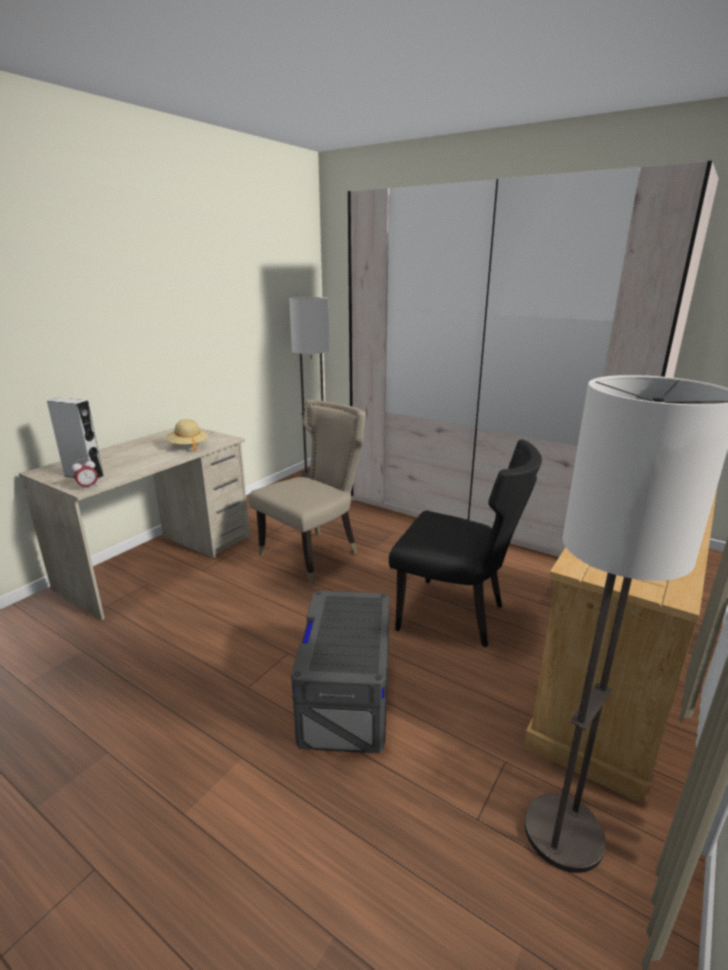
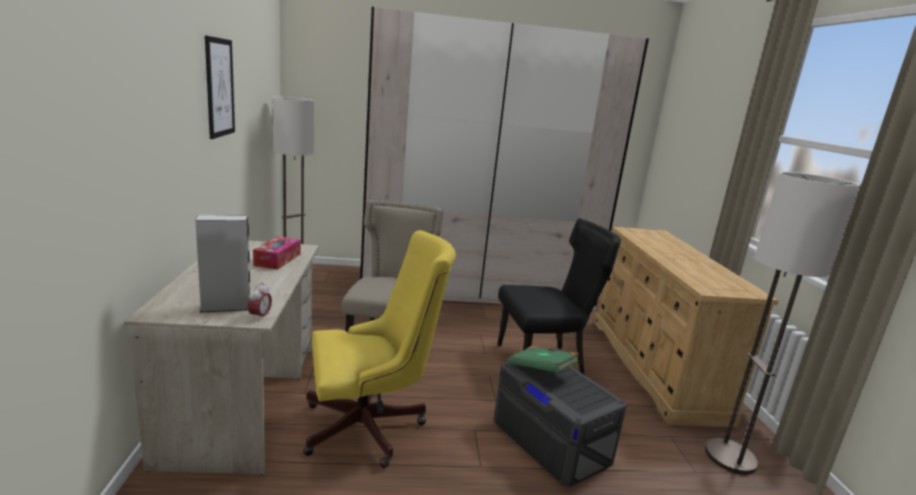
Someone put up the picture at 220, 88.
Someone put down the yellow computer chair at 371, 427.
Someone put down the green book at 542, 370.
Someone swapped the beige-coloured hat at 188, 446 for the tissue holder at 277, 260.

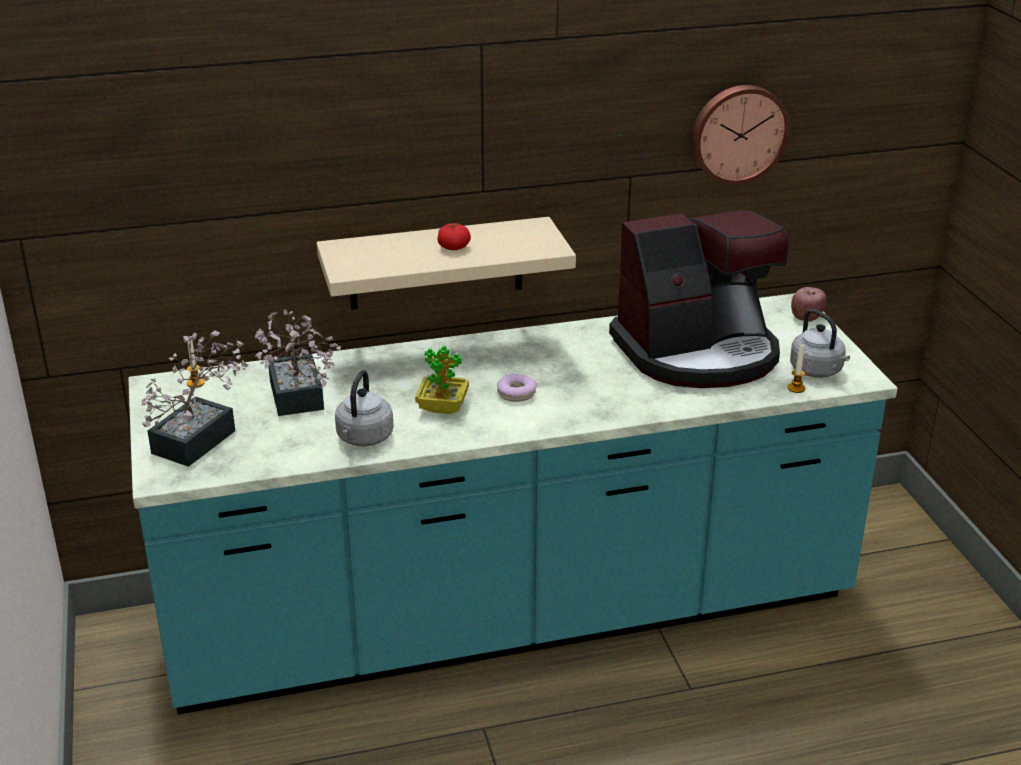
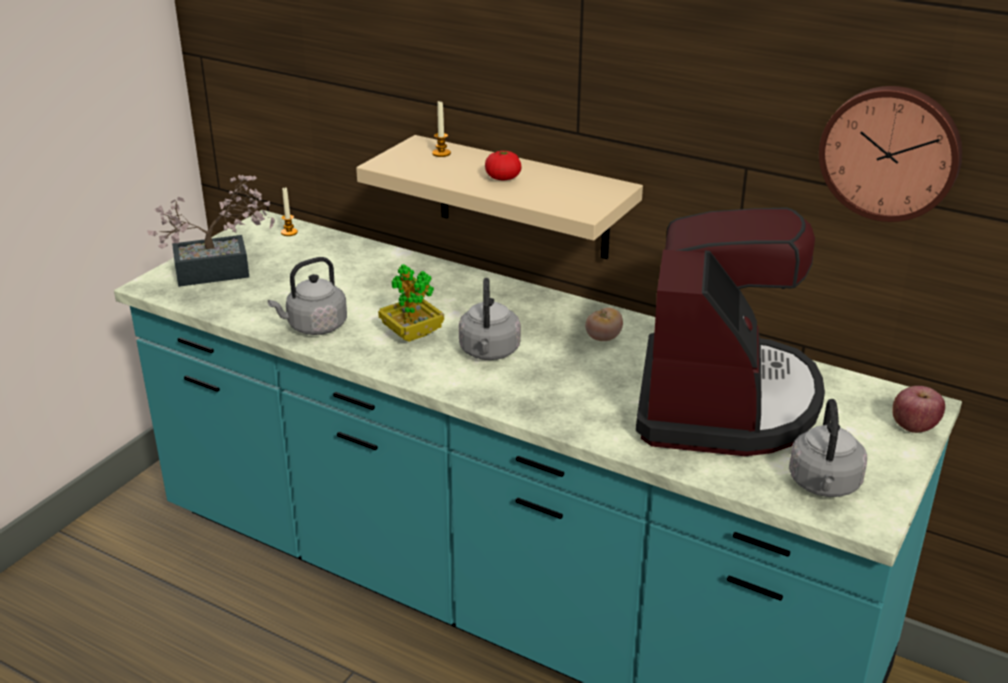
Someone took away the potted plant at 296, 400.
Someone put down the fresh tomato at 603, 338.
Someone carried the wax light from 796, 388 to 441, 153.
Someone swapped the ring doughnut at 516, 393 for the greyish water kettle at 489, 352.
Someone rotated the coffee maker at 698, 352 by 105 degrees counterclockwise.

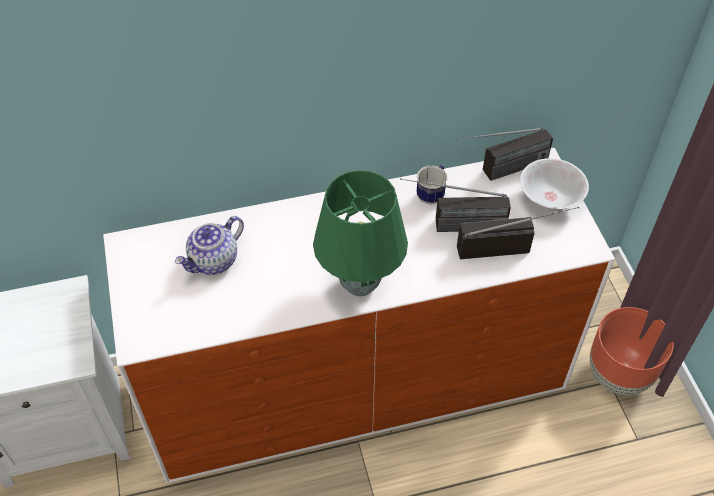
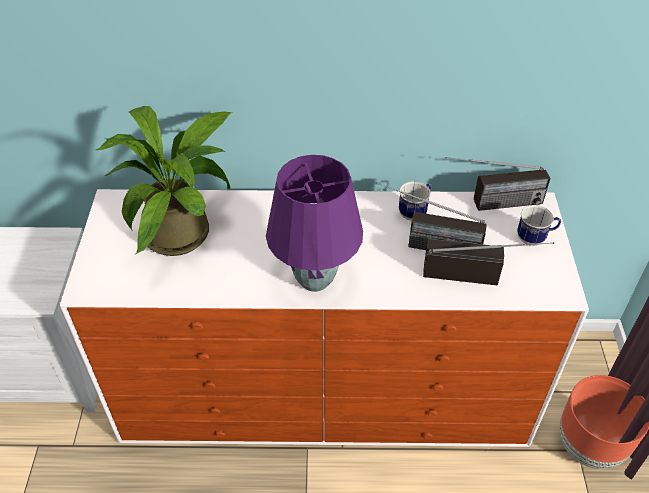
Someone swapped the teapot at 214, 261 for the potted plant at 185, 231.
Someone swapped the whitish serving bowl at 550, 199 for the tea mug at 535, 239.
Someone repainted the green tabletop lamp at 361, 284, which became the purplish tabletop lamp at 316, 280.

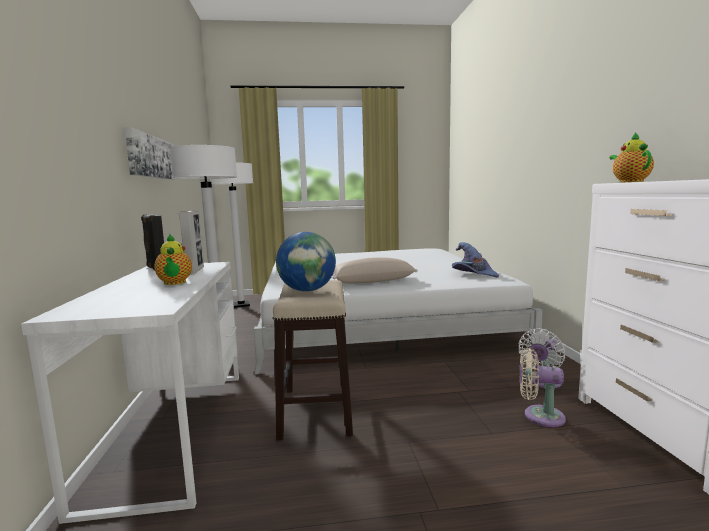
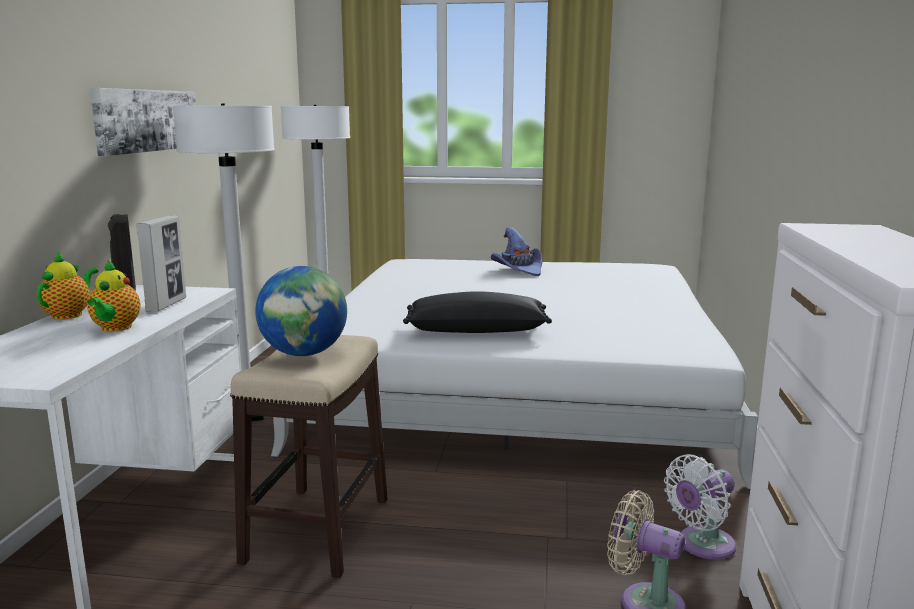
Someone carried the purplish hat from 473, 274 to 518, 269.
Someone carried the teapot from 629, 182 to 69, 315.
Someone repainted the beige-coloured throw pillow at 371, 281, which became the blackish throw pillow at 476, 330.

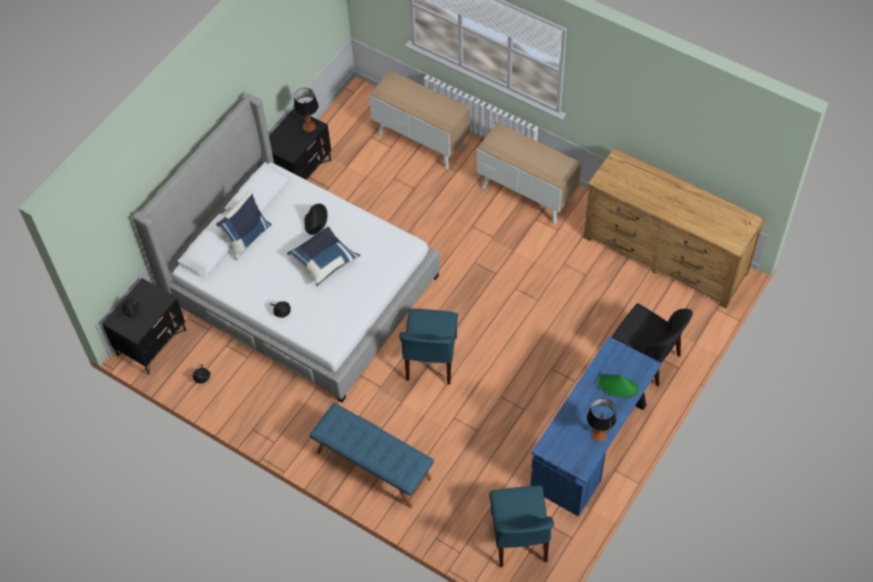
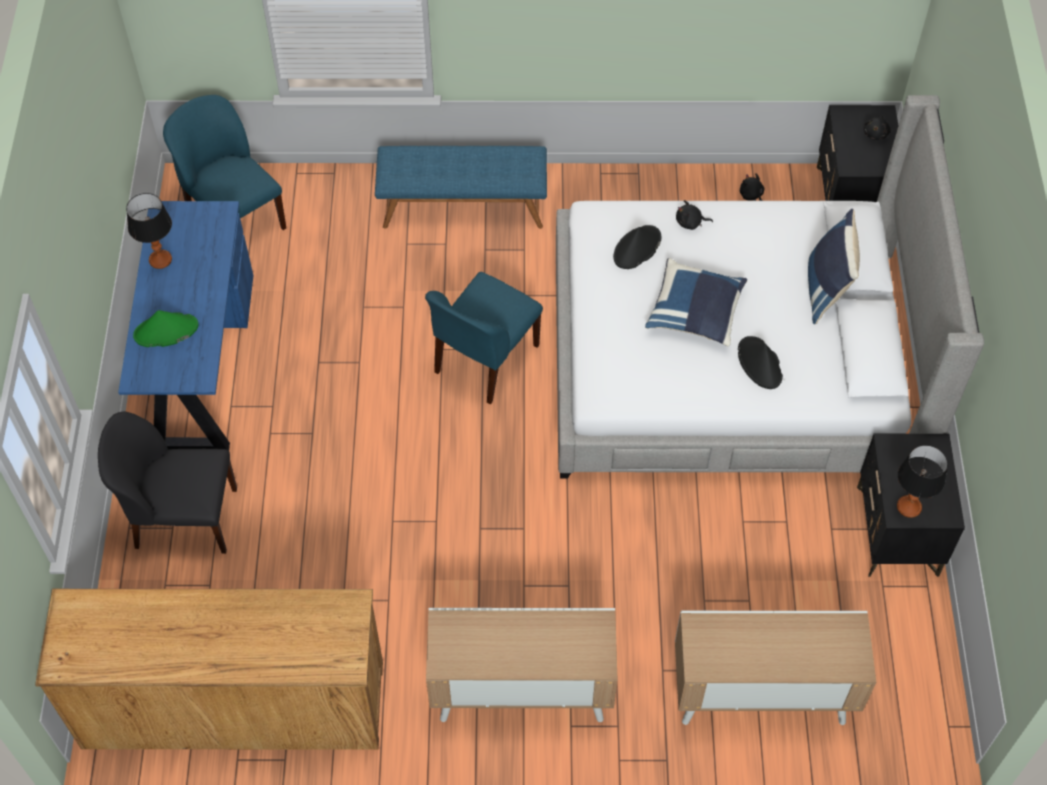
Someone put down the blackish hat at 637, 248.
Someone rotated the blue-coloured upright chair at 431, 360 by 120 degrees counterclockwise.

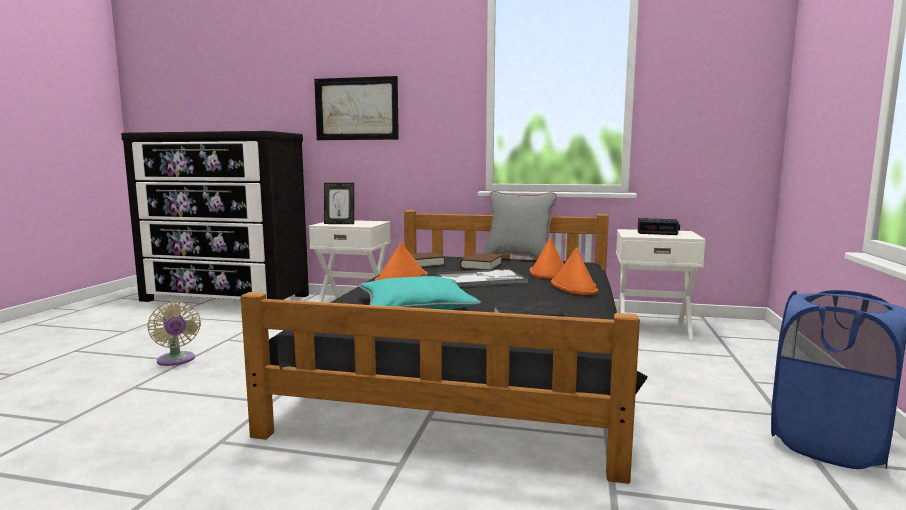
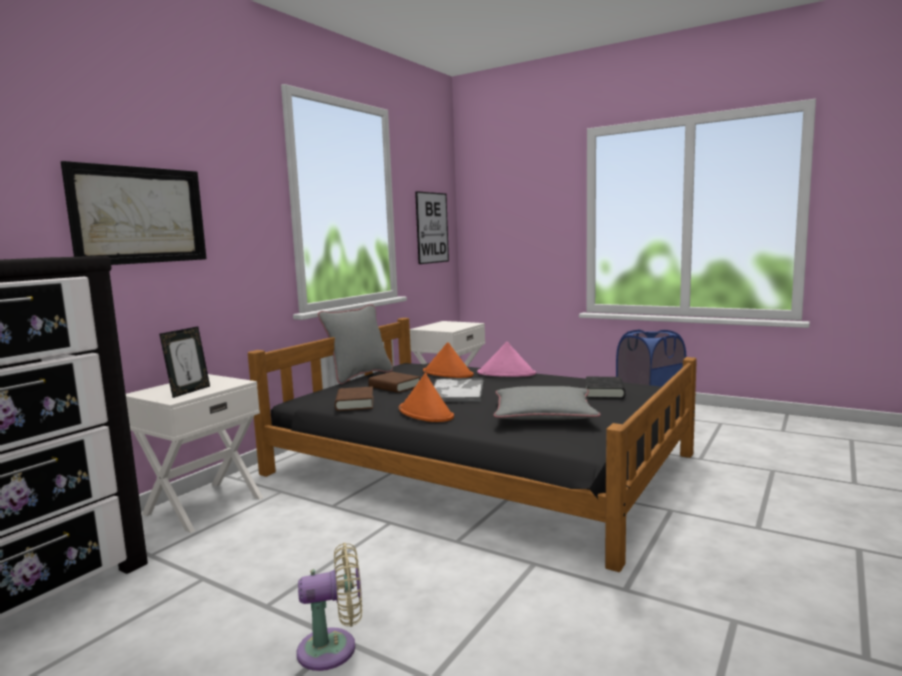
Someone took away the alarm clock at 657, 232.
Someone put up the picture at 432, 228.
Someone repainted the turquoise throw pillow at 416, 306, which became the greyish throw pillow at 544, 414.
Someone repainted the orange hat at 574, 287, which became the pink hat at 506, 374.

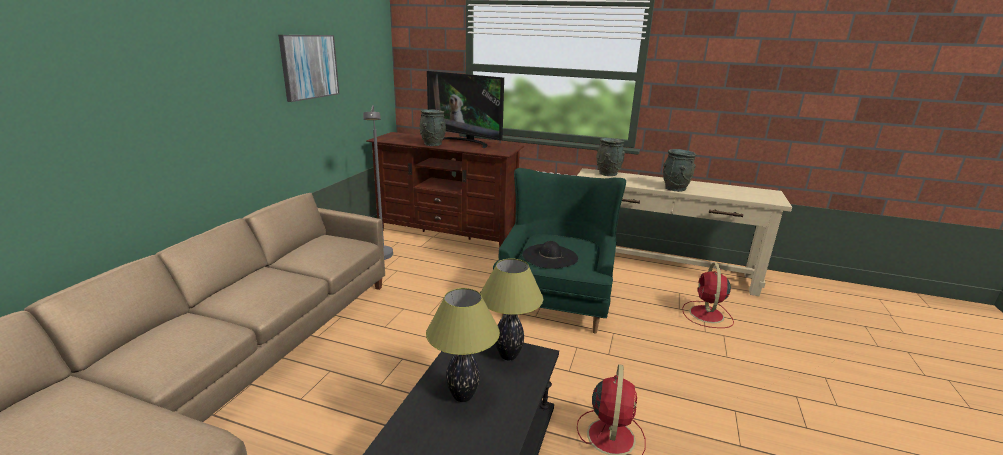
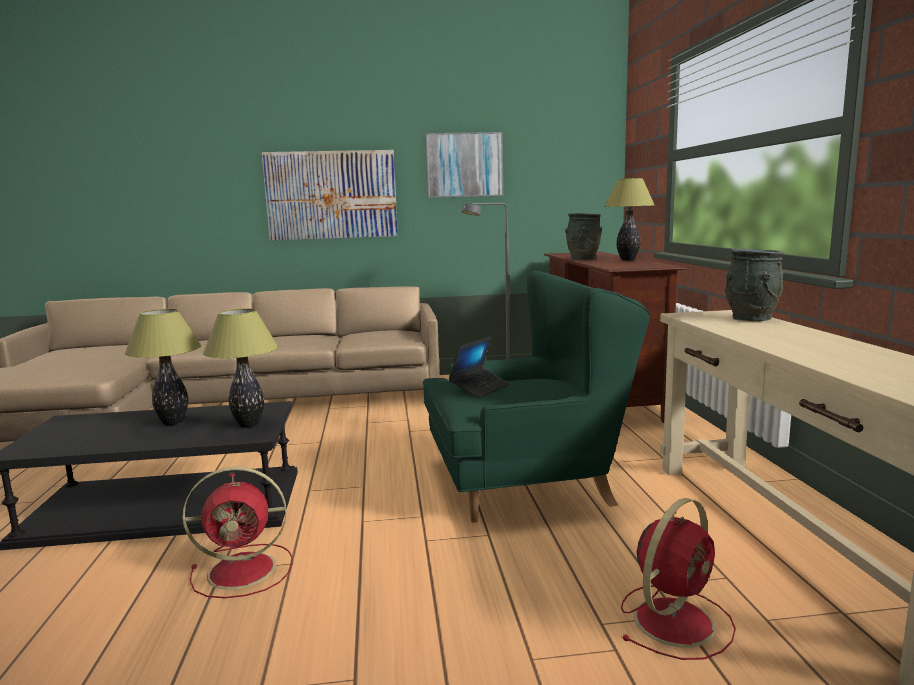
Someone took away the greyish flower vase at 675, 188.
Someone put up the picture at 331, 195.
Someone swapped the television at 466, 142 for the tabletop lamp at 628, 260.
Someone swapped the blackish hat at 549, 256 for the laptop at 480, 388.
Someone rotated the reddish cooling fan at 706, 315 by 150 degrees clockwise.

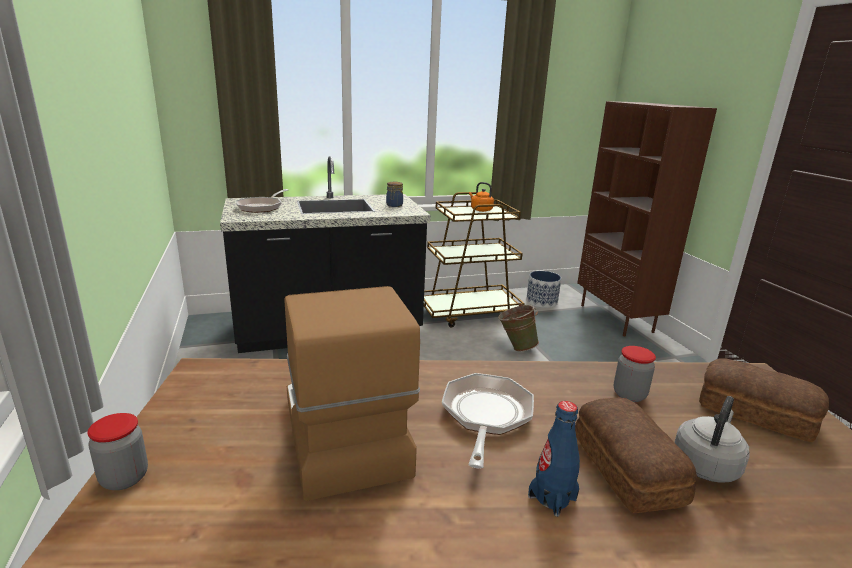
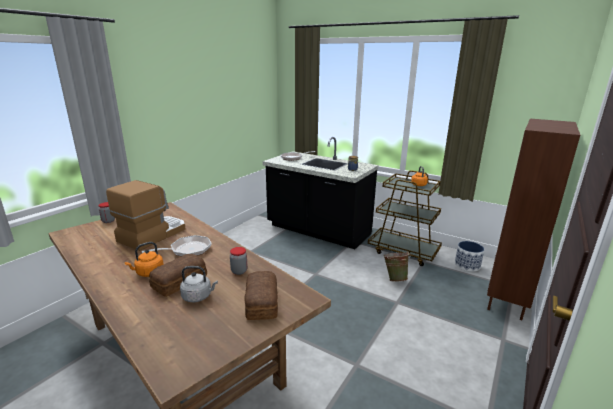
Someone swapped the blue-coloured beverage bottle at 552, 497 for the orange water kettle at 148, 273.

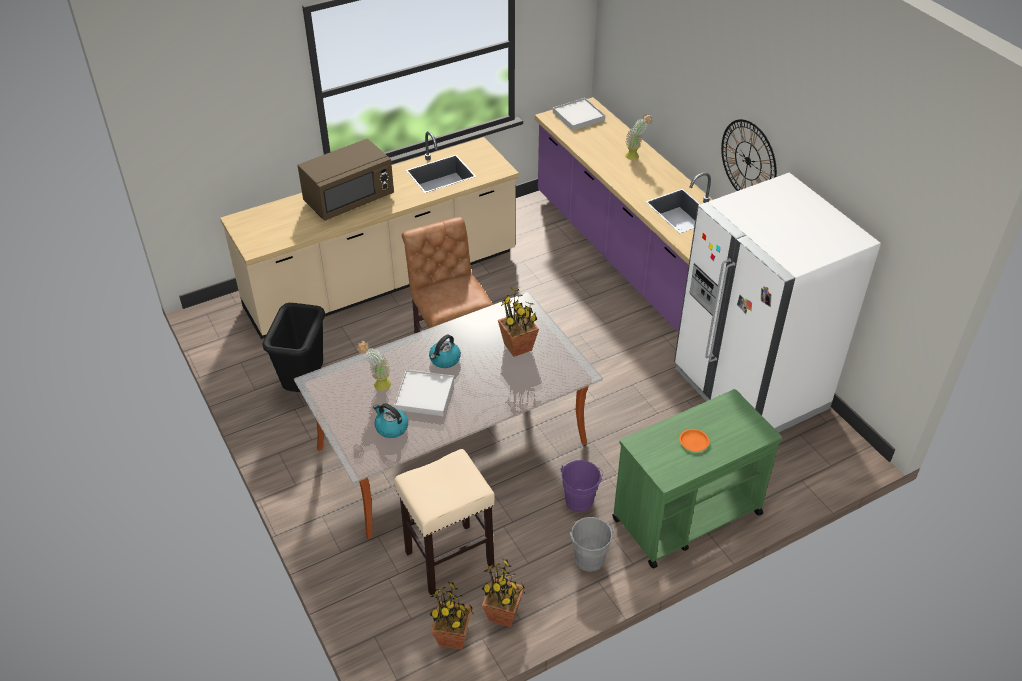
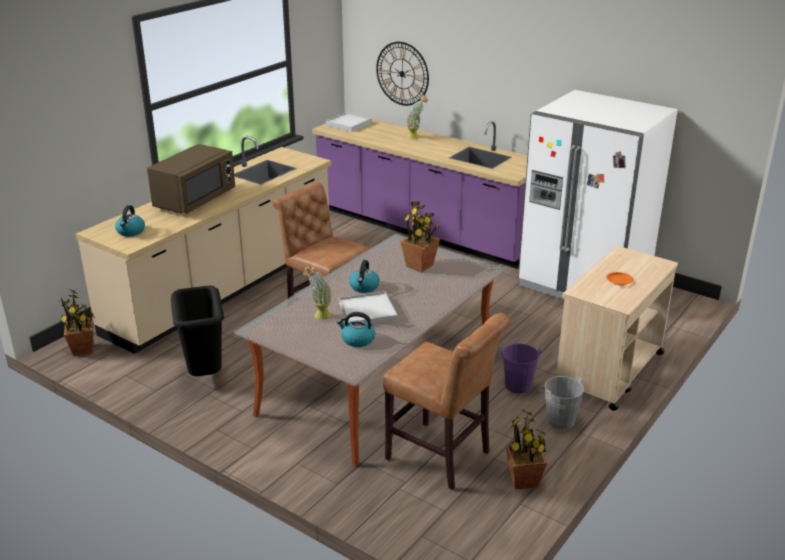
Someone put down the water kettle at 130, 232.
Someone carried the potted plant from 453, 637 to 83, 349.
Someone carried the wall clock from 748, 160 to 402, 73.
Someone swapped the beige-coloured stool at 448, 559 for the brown-coloured upright chair at 442, 458.
Someone repainted the green wheeled cart at 686, 516, which became the beige-coloured wheeled cart at 609, 371.

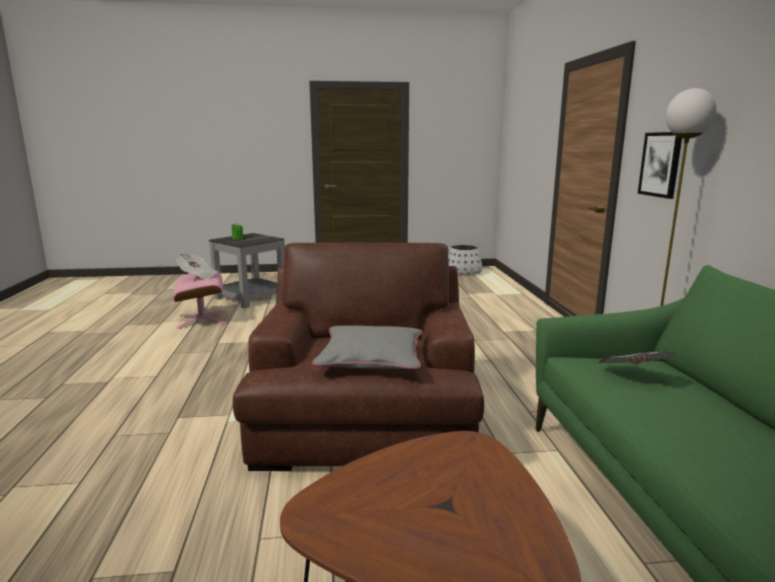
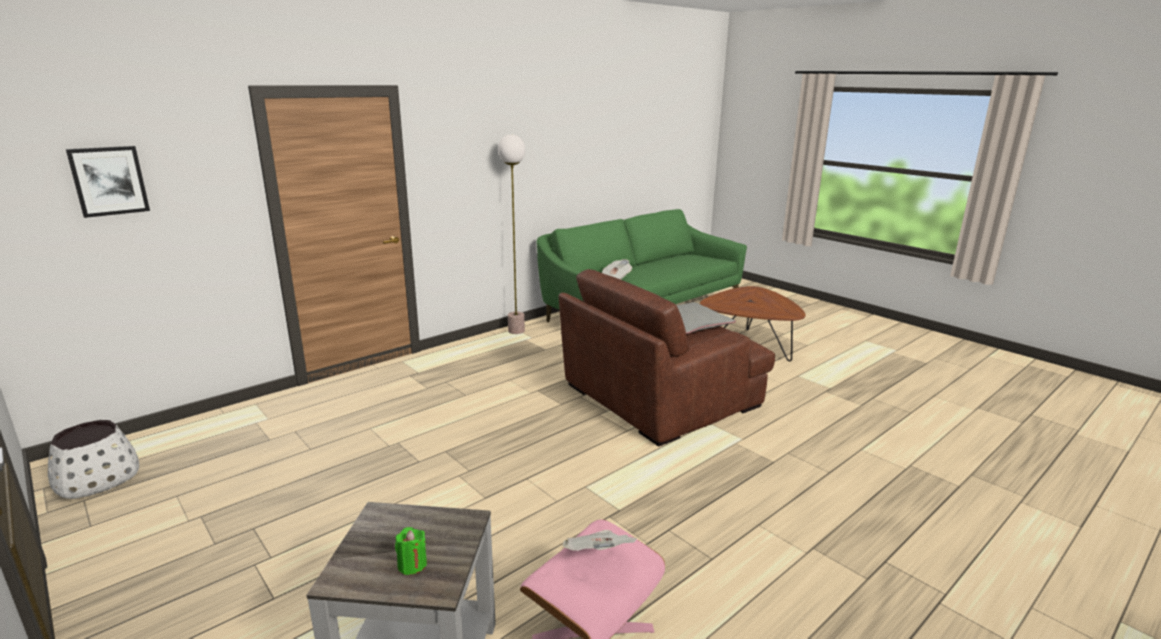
Someone carried the picture from 660, 164 to 109, 181.

